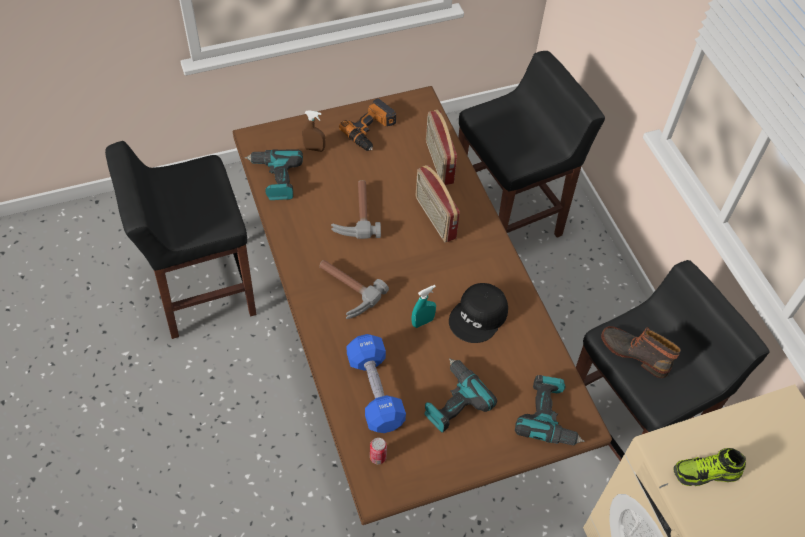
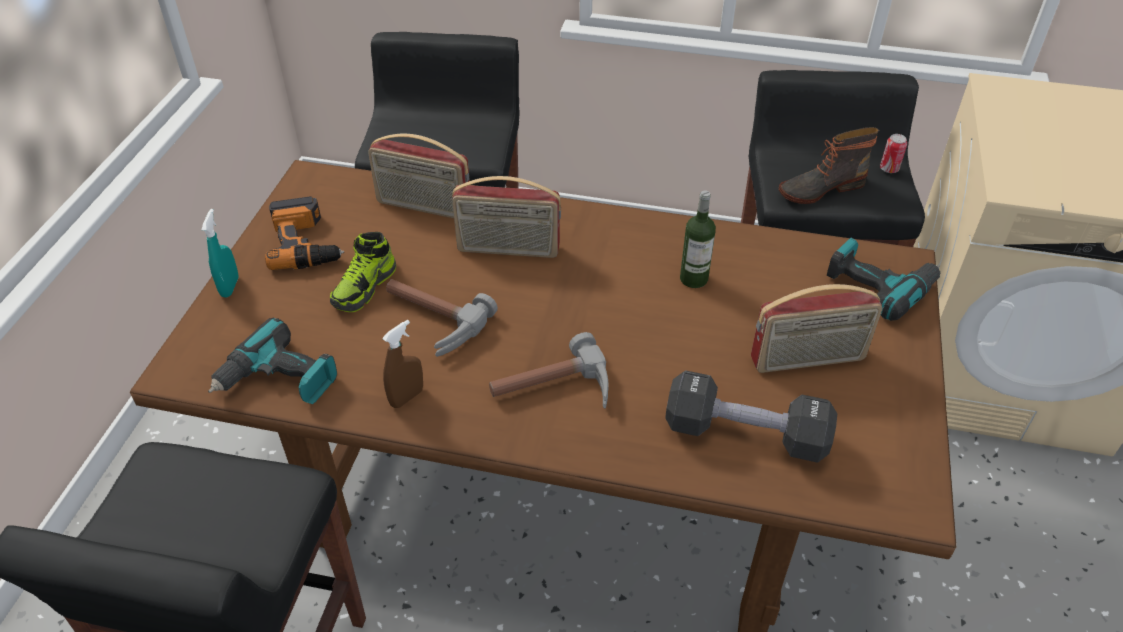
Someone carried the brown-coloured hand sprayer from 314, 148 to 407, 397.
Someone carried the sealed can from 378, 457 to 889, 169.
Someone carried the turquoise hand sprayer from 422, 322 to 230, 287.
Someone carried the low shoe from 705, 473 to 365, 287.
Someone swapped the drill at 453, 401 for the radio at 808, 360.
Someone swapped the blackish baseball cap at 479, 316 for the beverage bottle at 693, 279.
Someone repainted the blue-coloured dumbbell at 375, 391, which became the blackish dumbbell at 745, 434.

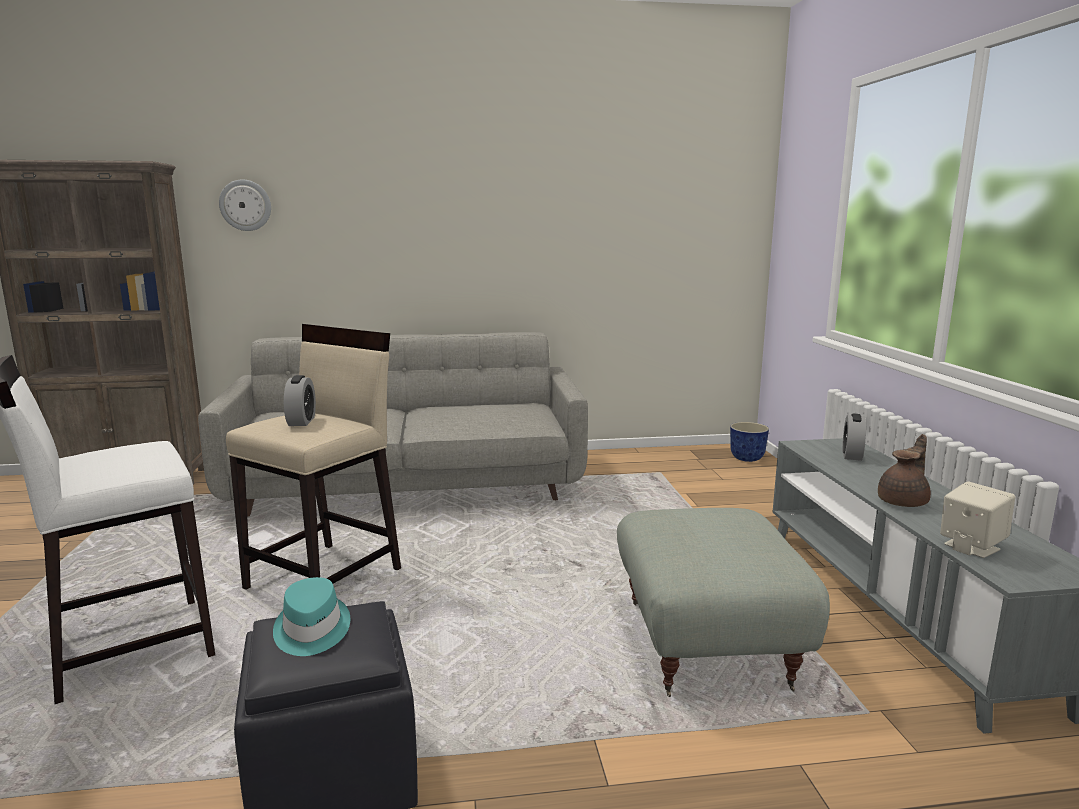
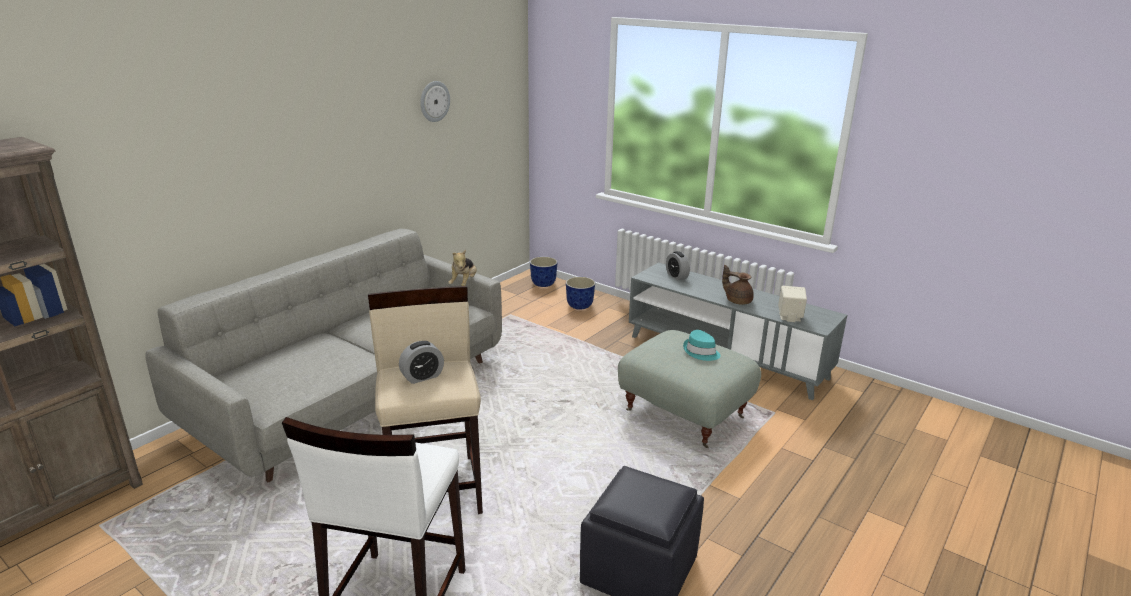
Someone put down the cuddly toy at 464, 283.
Someone put down the flower pot at 580, 306.
Someone carried the wall clock from 245, 205 to 434, 101.
Someone carried the turquoise hat from 311, 630 to 701, 352.
Someone rotated the alarm clock at 301, 421 by 105 degrees clockwise.
Someone rotated the brown-coloured teapot at 904, 502 by 60 degrees counterclockwise.

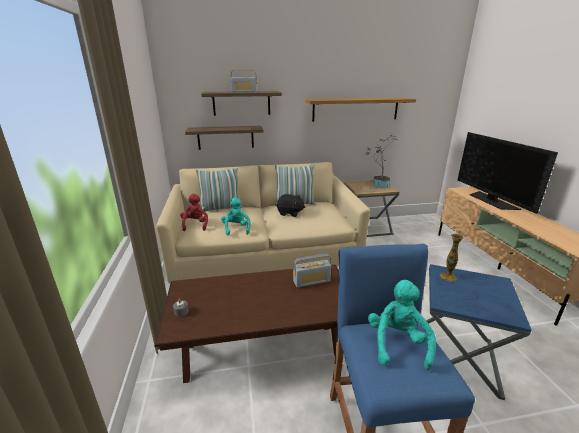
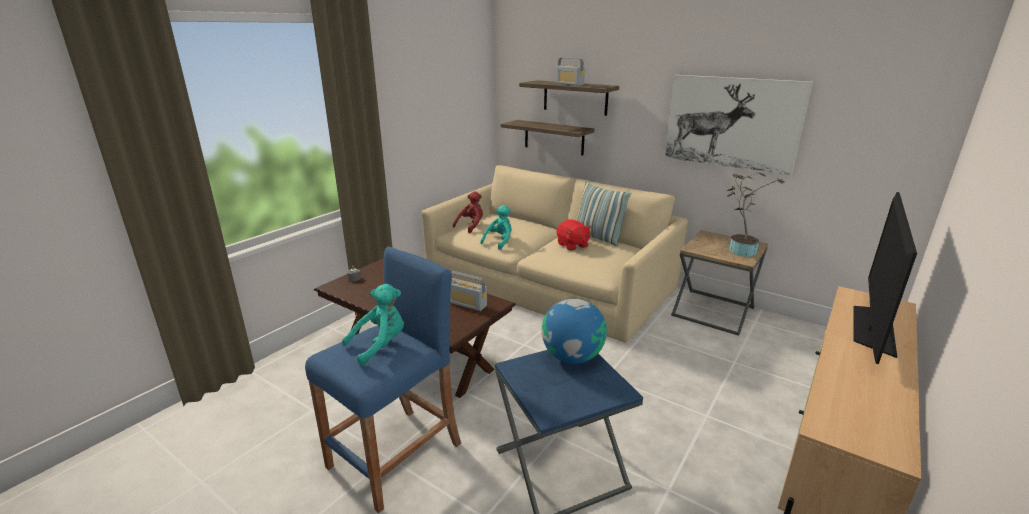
Someone took away the throw pillow at 220, 208.
Someone swapped the shelf at 355, 109 for the picture at 732, 123.
Someone swapped the flower vase at 448, 277 for the globe at 572, 357.
Someone repainted the blackish cuddly toy at 290, 213, which became the reddish cuddly toy at 572, 245.

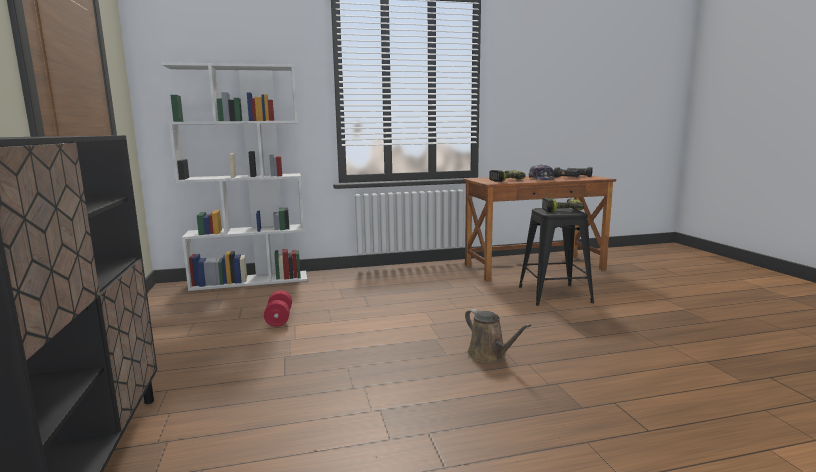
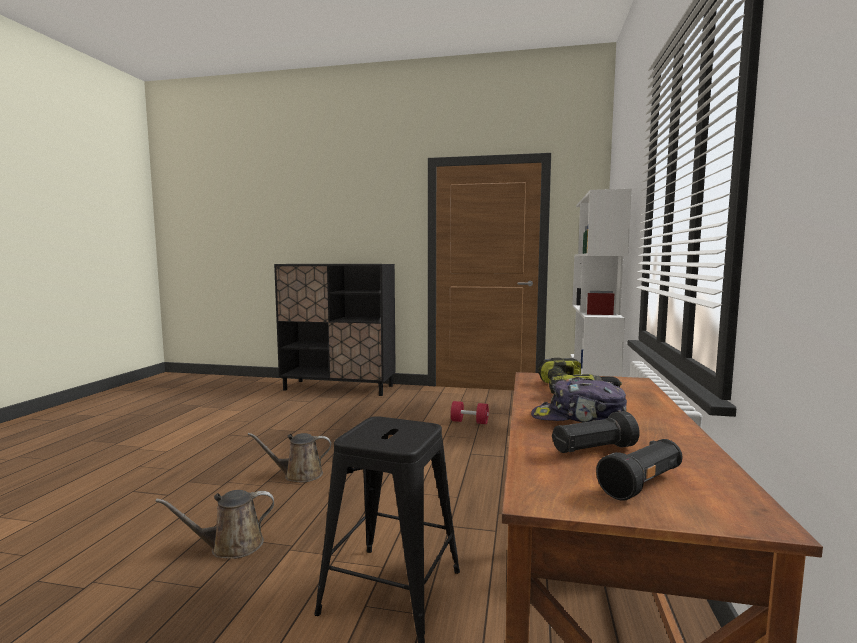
Someone took away the drill at 561, 210.
Someone put down the brown-coloured watering pot at 231, 546.

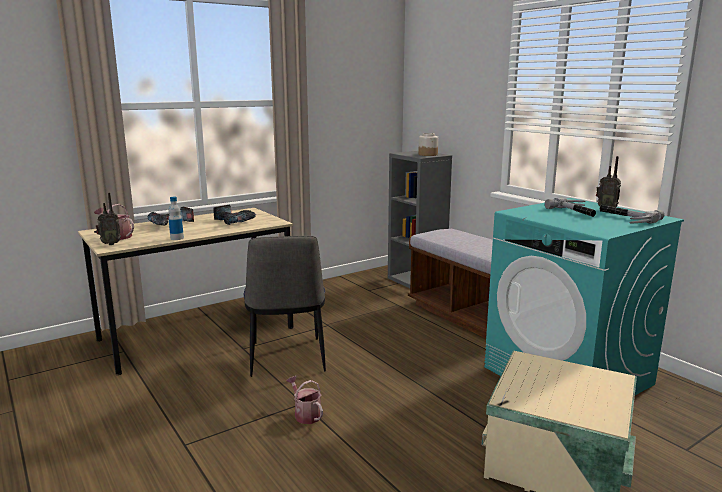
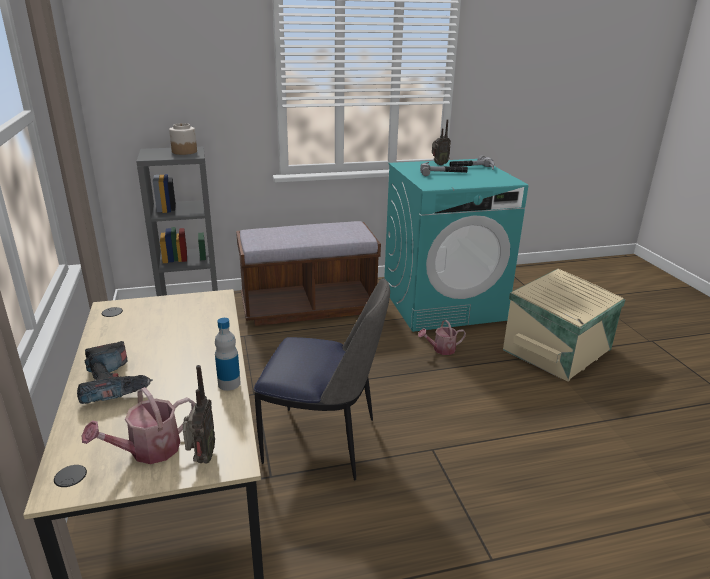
Someone took away the drill at 233, 221.
Someone carried the watering pot from 305, 414 to 441, 349.

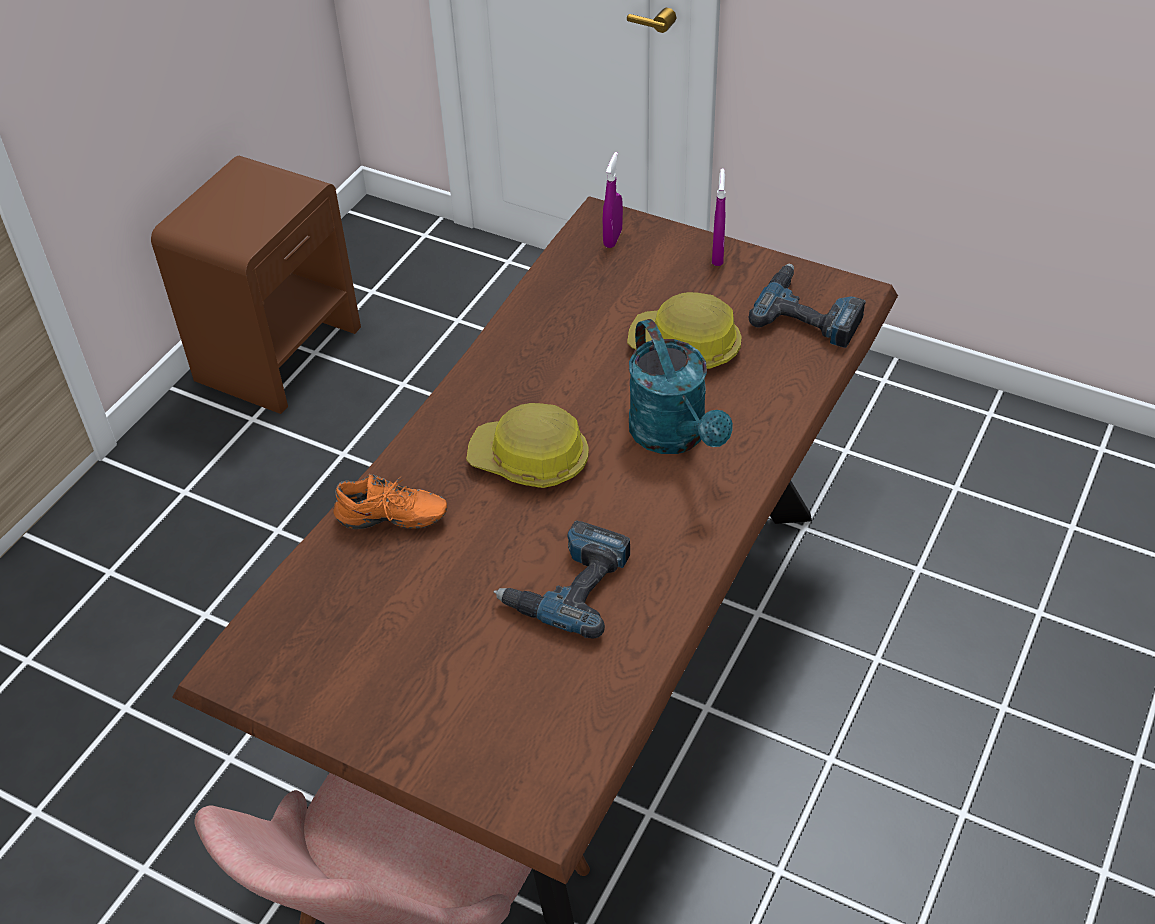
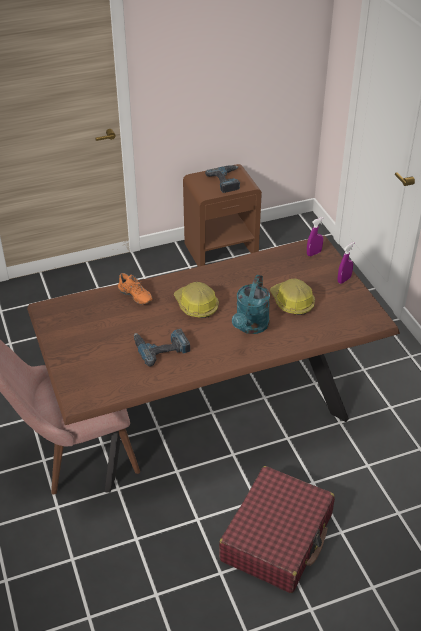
Someone put down the reddish piece of luggage at 277, 537.
Someone carried the drill from 809, 313 to 227, 181.

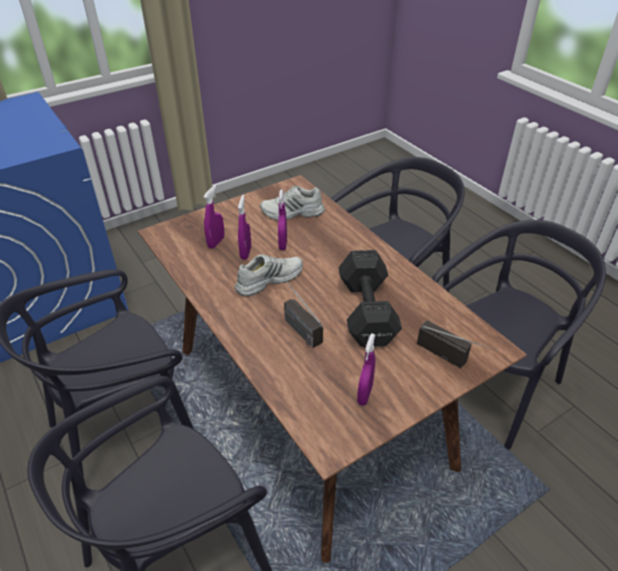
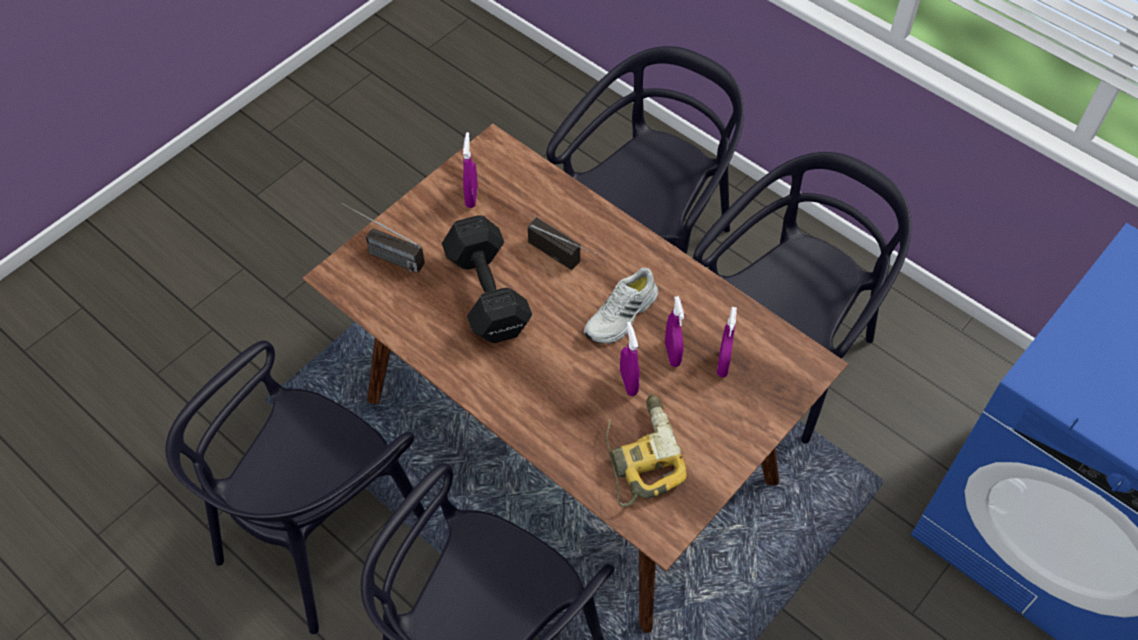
Someone swapped the whitish low shoe at 292, 213 for the drill at 640, 454.

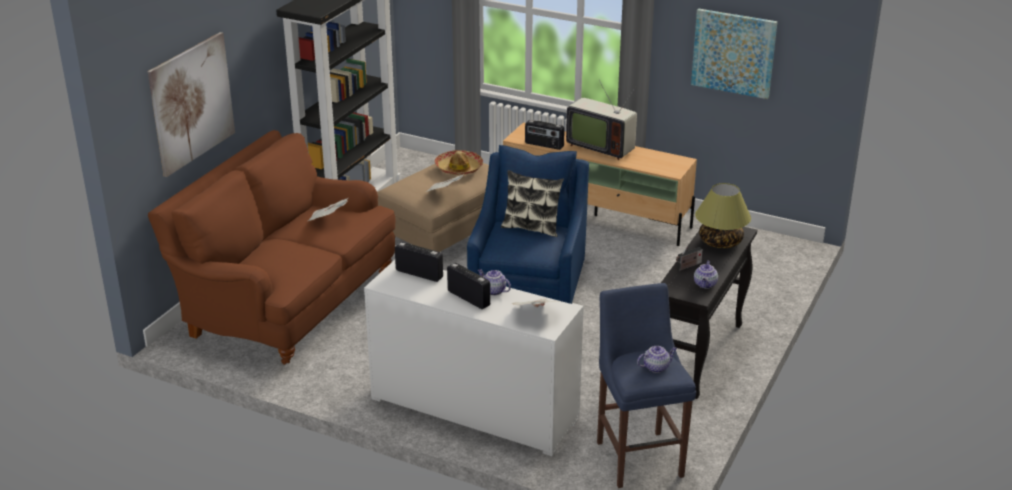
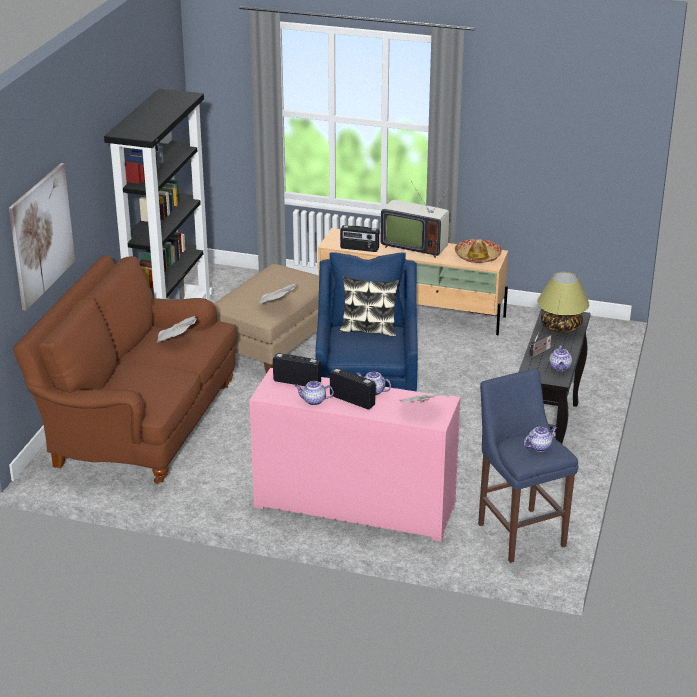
Someone took away the picture at 733, 53.
Someone put down the teapot at 313, 401.
Someone carried the hat from 458, 168 to 477, 256.
Someone repainted the whitish cabinet at 474, 408, which became the pink cabinet at 354, 506.

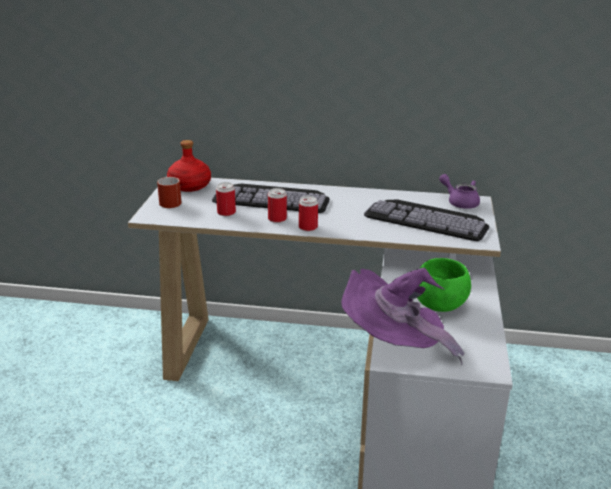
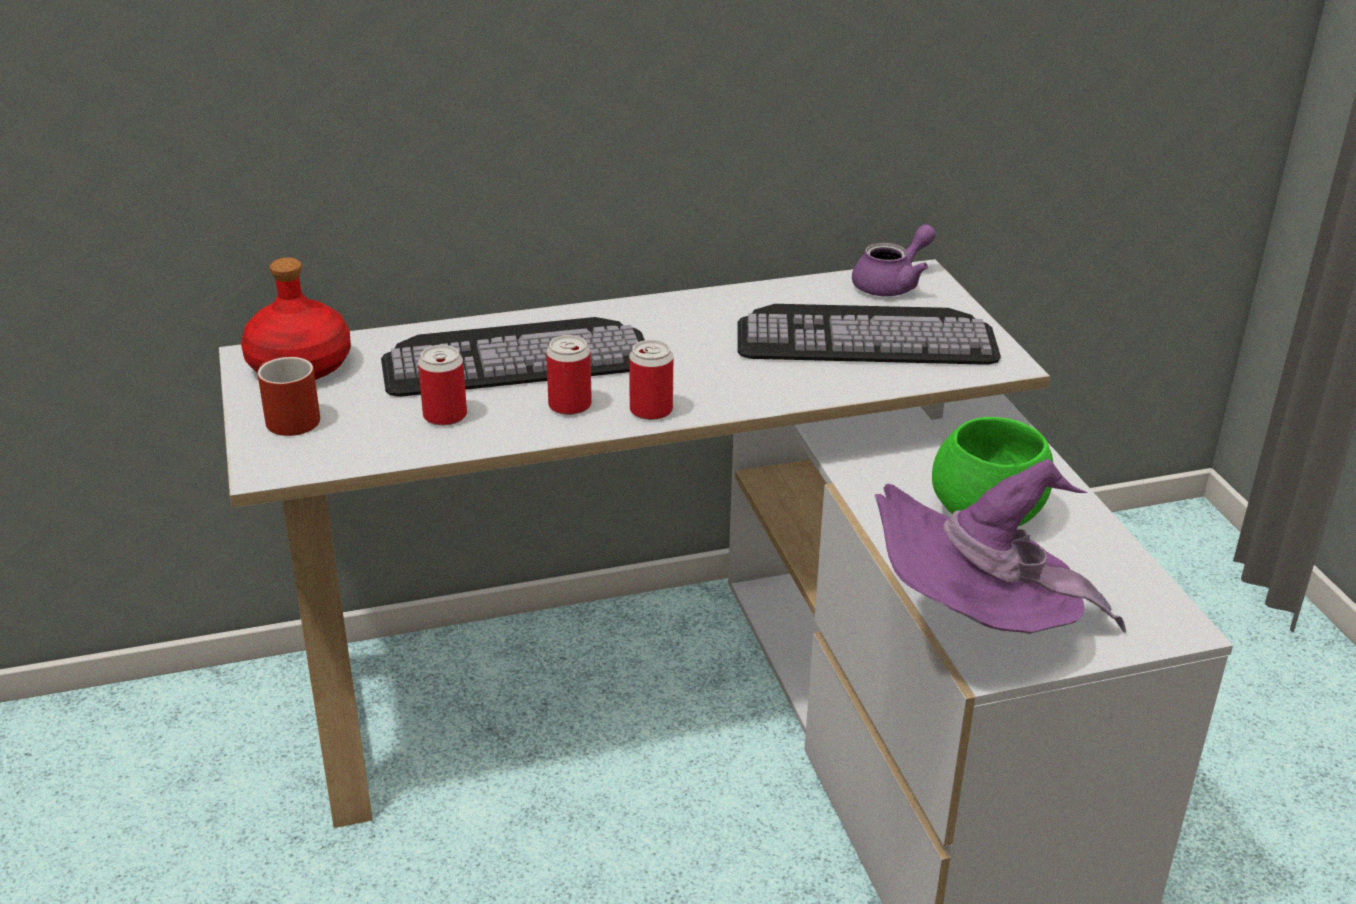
Someone rotated the purplish teapot at 460, 202 by 120 degrees clockwise.

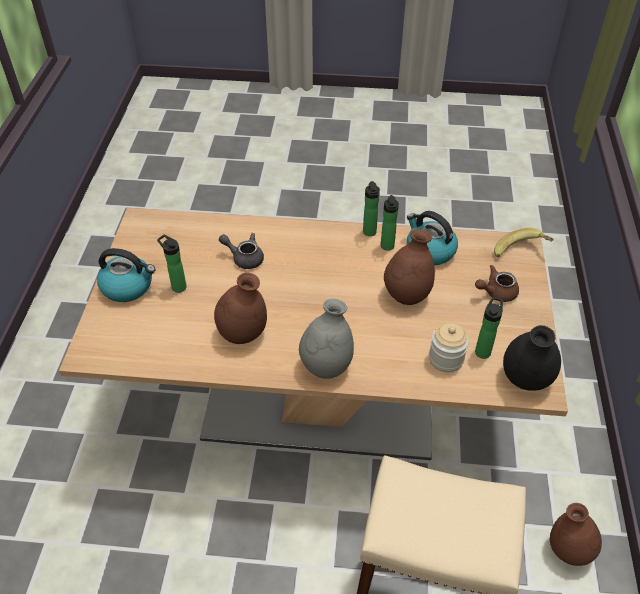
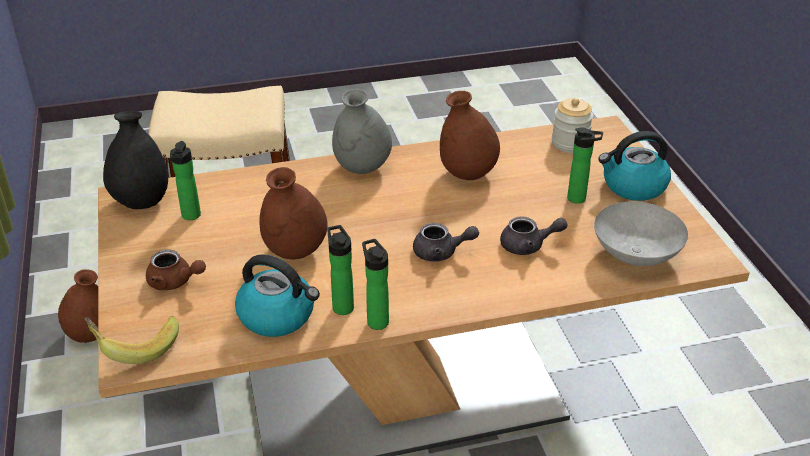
Someone put down the greyish teapot at 441, 253.
Someone put down the greyish serving bowl at 636, 256.
Someone carried the storage jar from 446, 359 to 570, 143.
Someone rotated the brown-coloured teapot at 496, 292 by 60 degrees clockwise.

